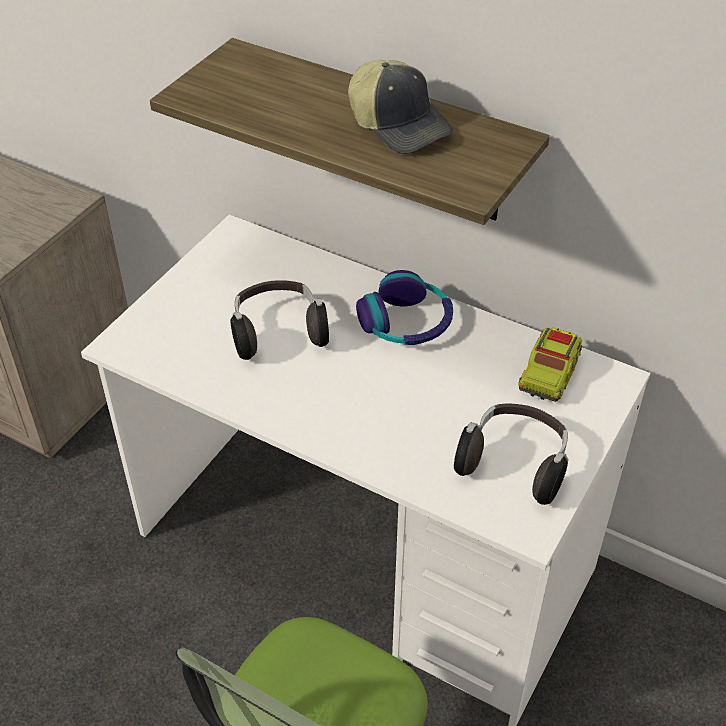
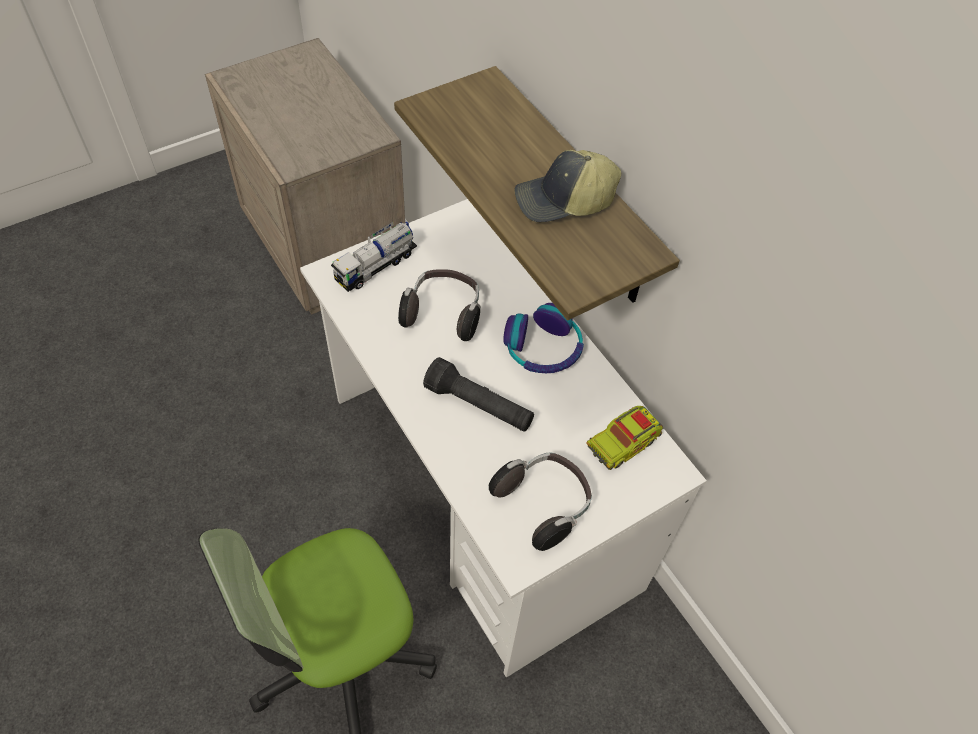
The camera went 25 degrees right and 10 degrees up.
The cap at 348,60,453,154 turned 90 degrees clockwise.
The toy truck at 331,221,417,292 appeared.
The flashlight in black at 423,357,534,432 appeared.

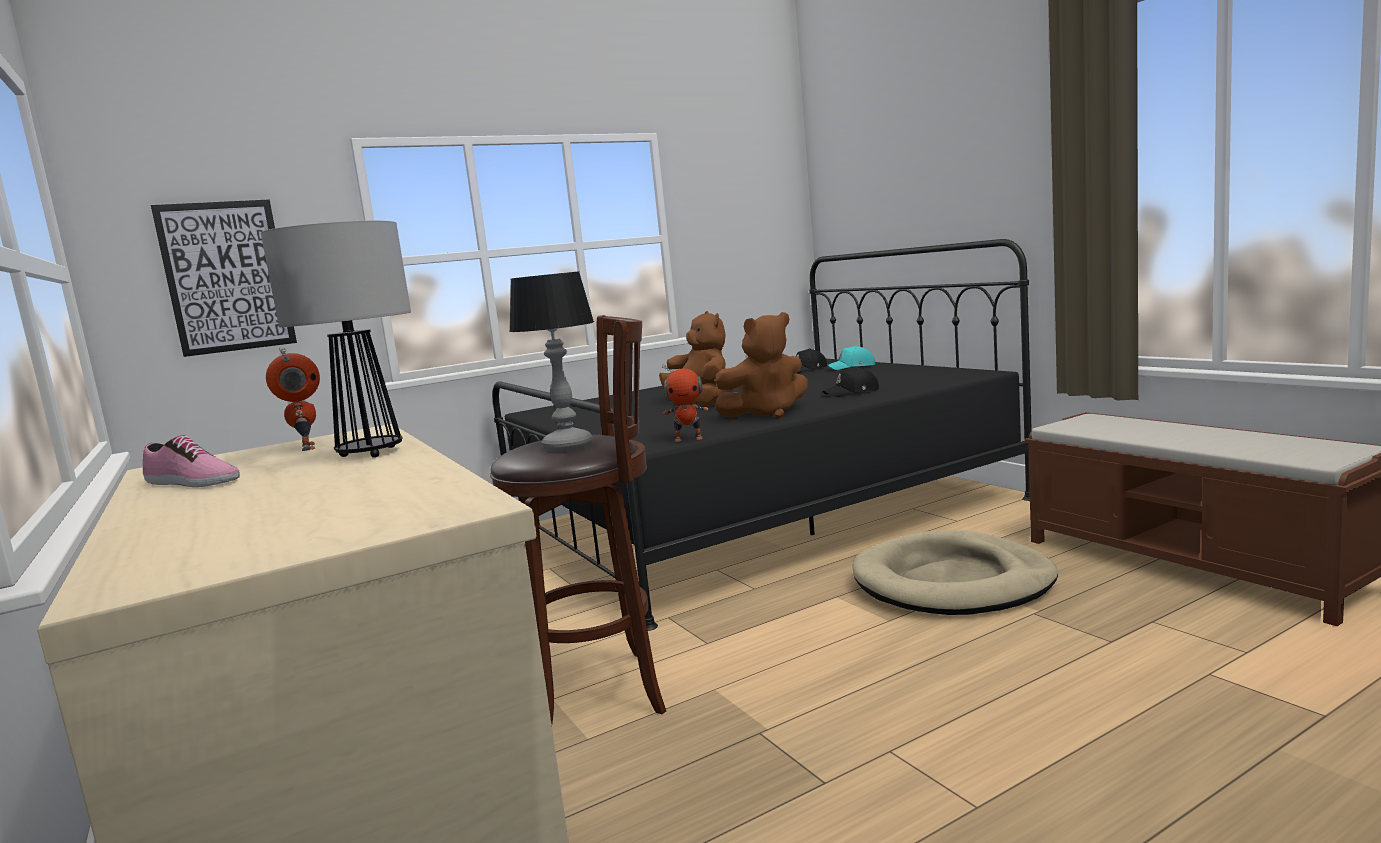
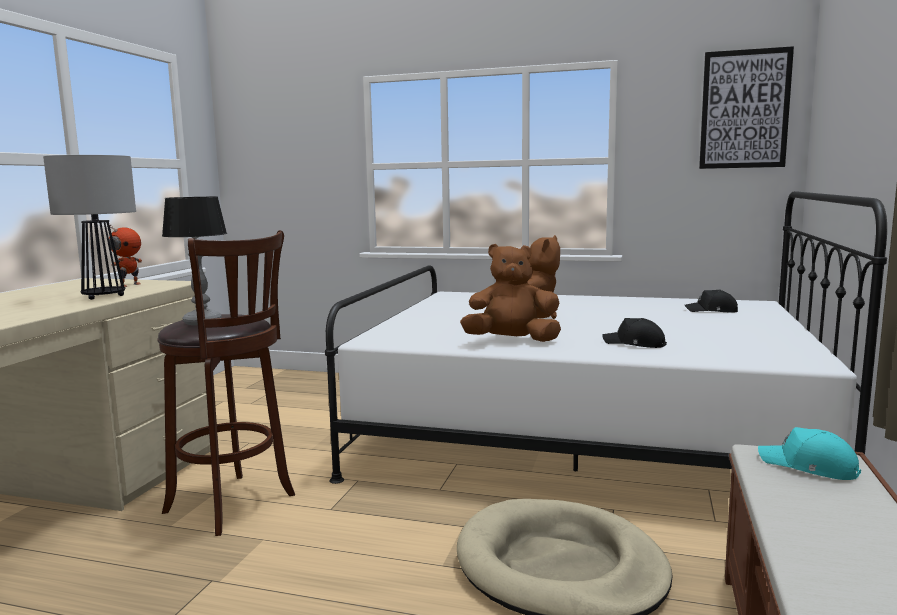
The camera went 45 degrees right and 0 degrees up.
The shoe at 143,435,240,488 disappeared.
The picture moved from 151,199,297,357 to 699,46,794,169.
The bed in black at 493,239,1032,631 became the bed in white at 325,191,887,484.
The toy robot at 662,365,709,442 disappeared.
The plush toy in brown at 715,312,808,418 turned 150 degrees clockwise.
The cap in turquoise moved from 828,346,875,370 to 758,427,861,480.

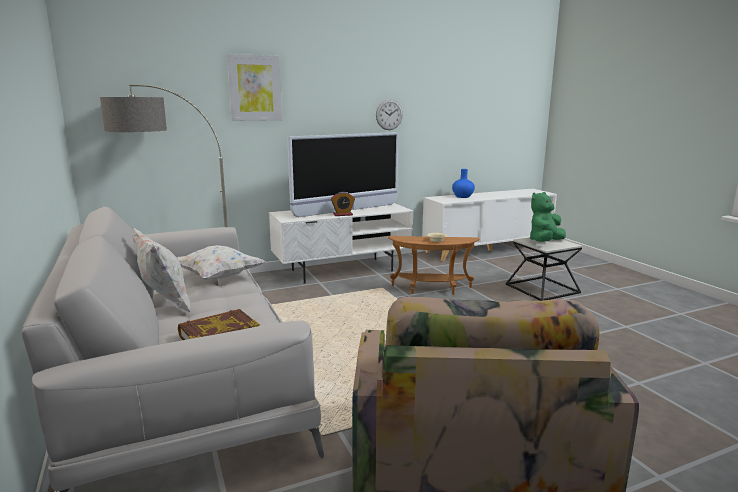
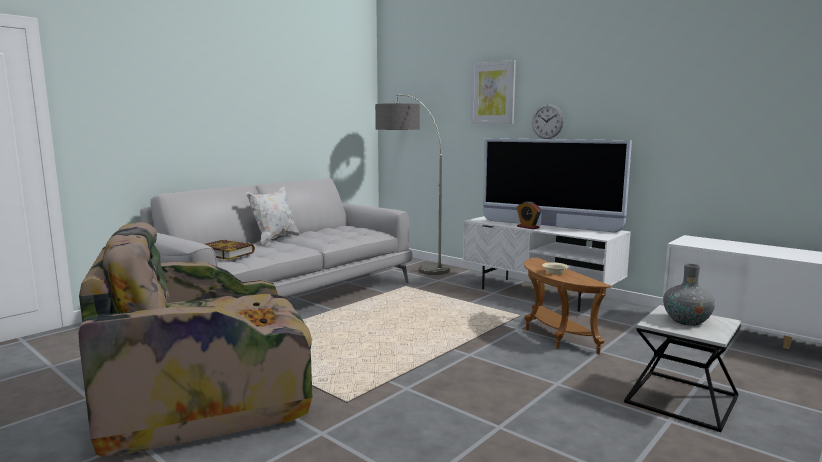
The camera went 65 degrees right and 5 degrees down.
The pillow in white at 177,245,266,280 disappeared.
The wall clock moved from 376,100,403,130 to 532,104,564,139.
The vase in blue at 452,169,475,198 disappeared.
The plush toy in green at 530,192,566,242 was replaced by the vase in grey at 663,264,715,326.

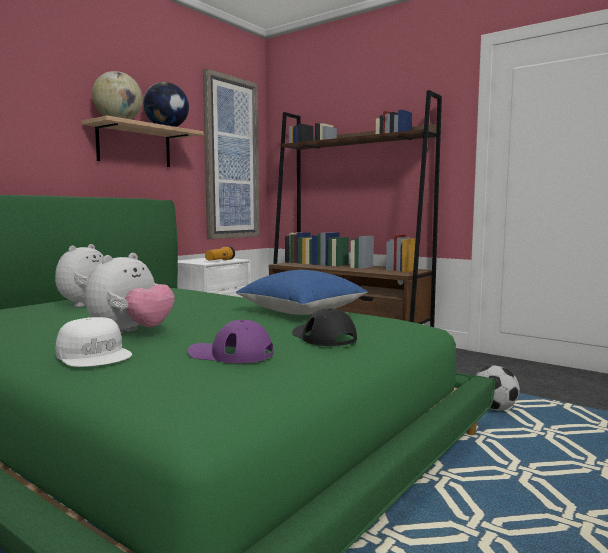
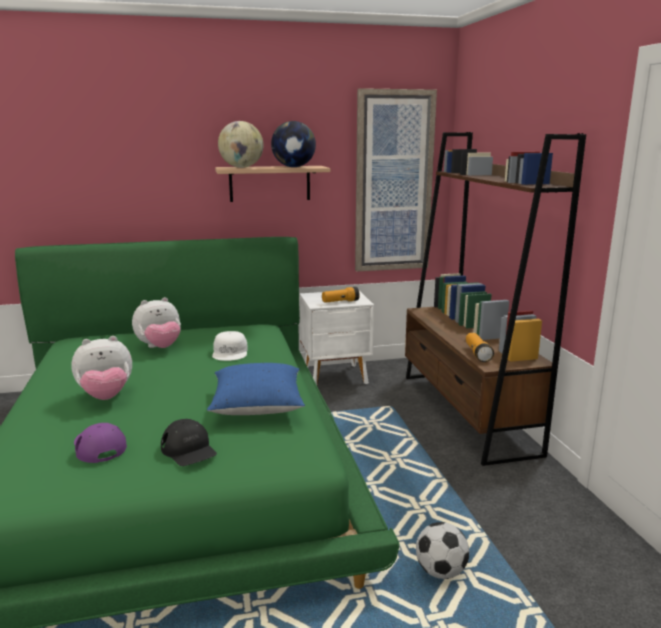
The camera went 40 degrees right and 10 degrees up.
The cap in white moved from 56,317,132,367 to 212,331,247,361.
The cap in black at 292,308,357,346 turned 135 degrees clockwise.
The flashlight at 466,333,494,362 appeared.

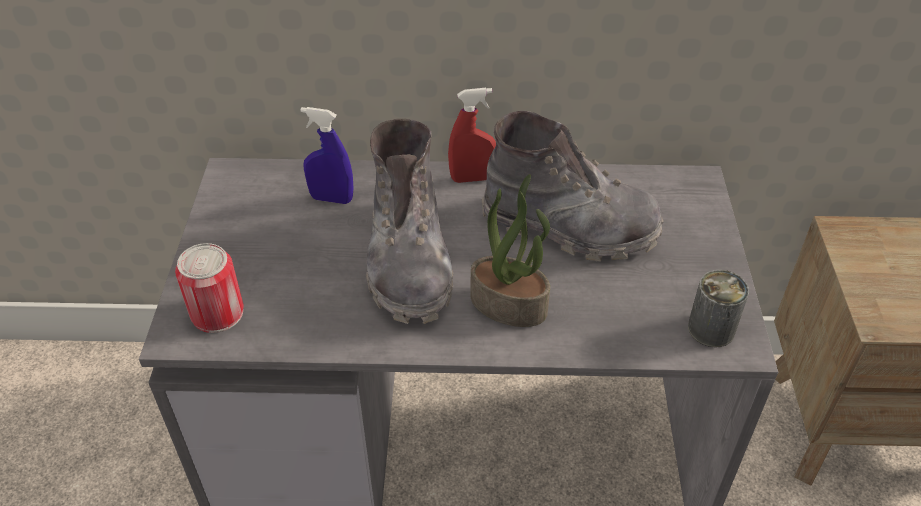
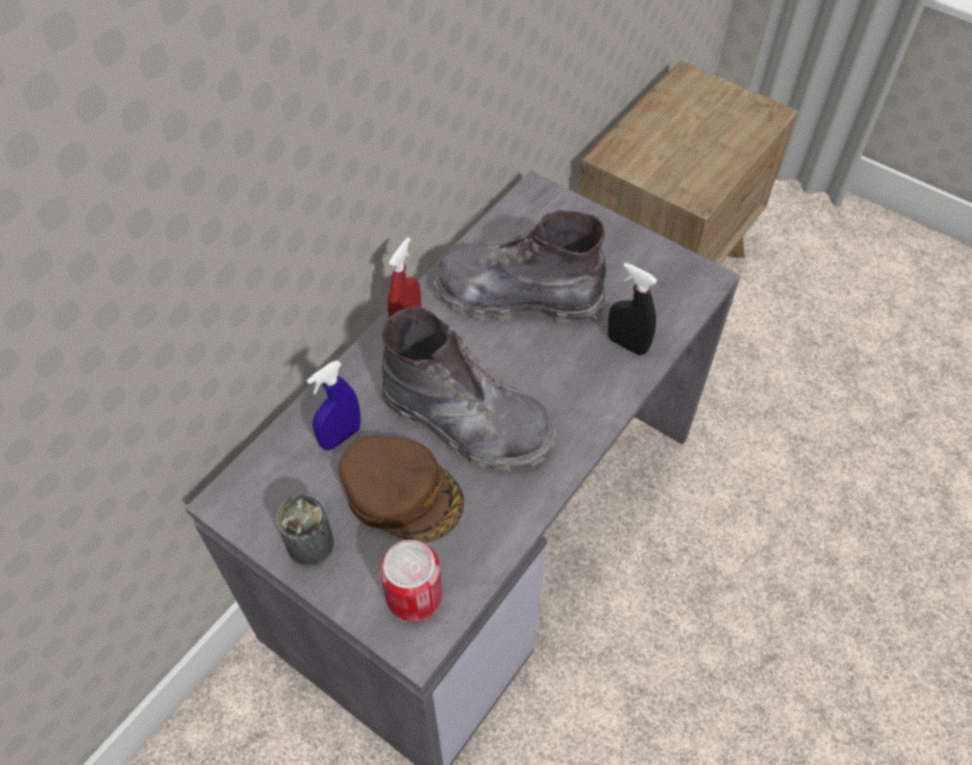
The camera went 55 degrees left and 10 degrees up.
The potted plant at 470,174,550,327 disappeared.
The boot in grey at 482,111,663,262 turned 135 degrees counterclockwise.
The can moved from 688,270,749,347 to 276,495,334,566.
The cap in brown at 338,436,464,543 appeared.
The spray bottle in black at 608,263,657,355 appeared.

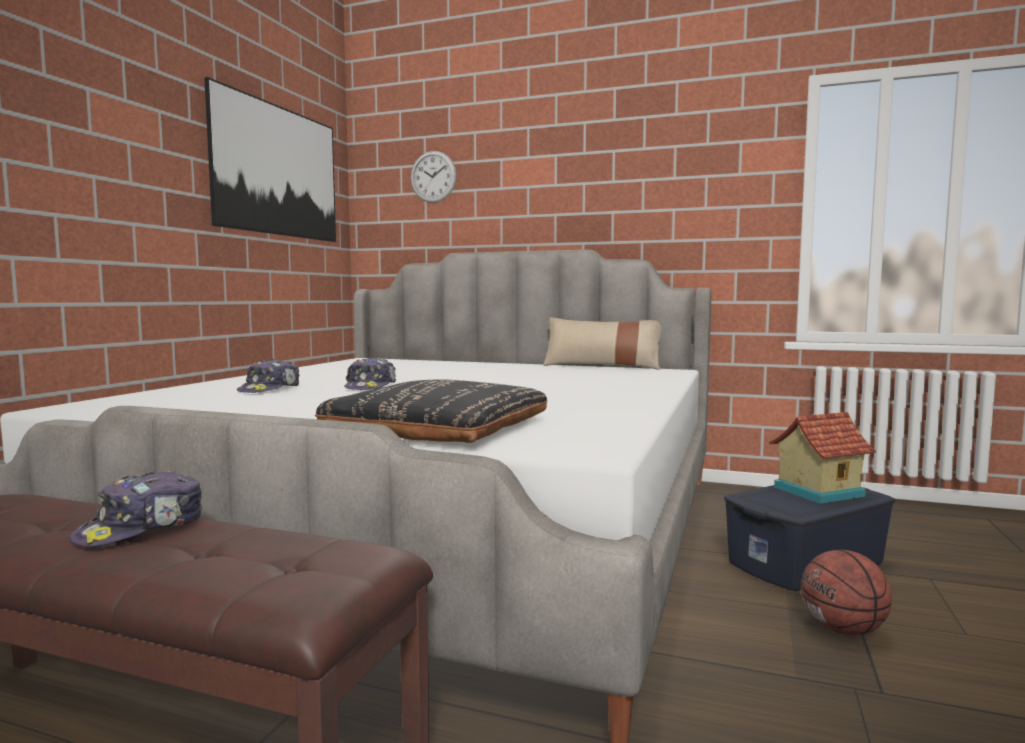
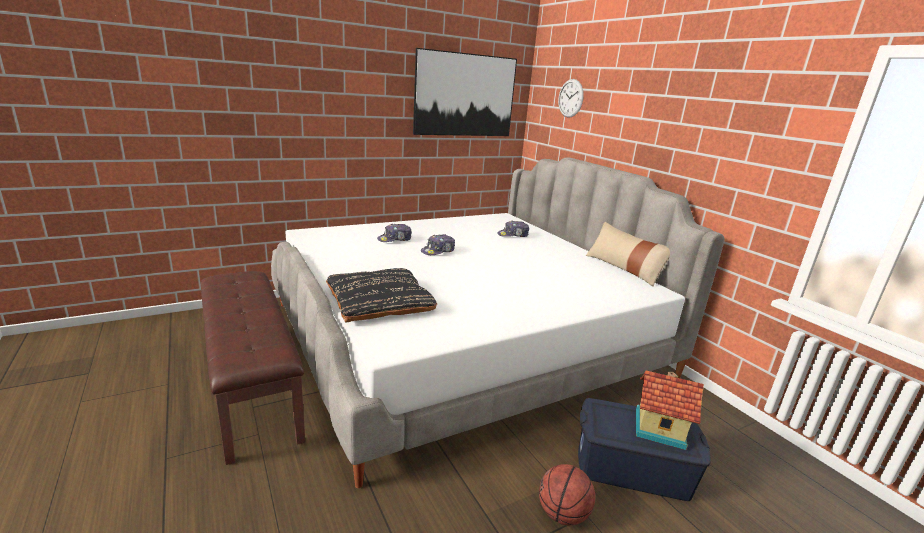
The camera went 40 degrees right and 15 degrees up.
The cap moved from 69,471,203,547 to 497,220,529,237.

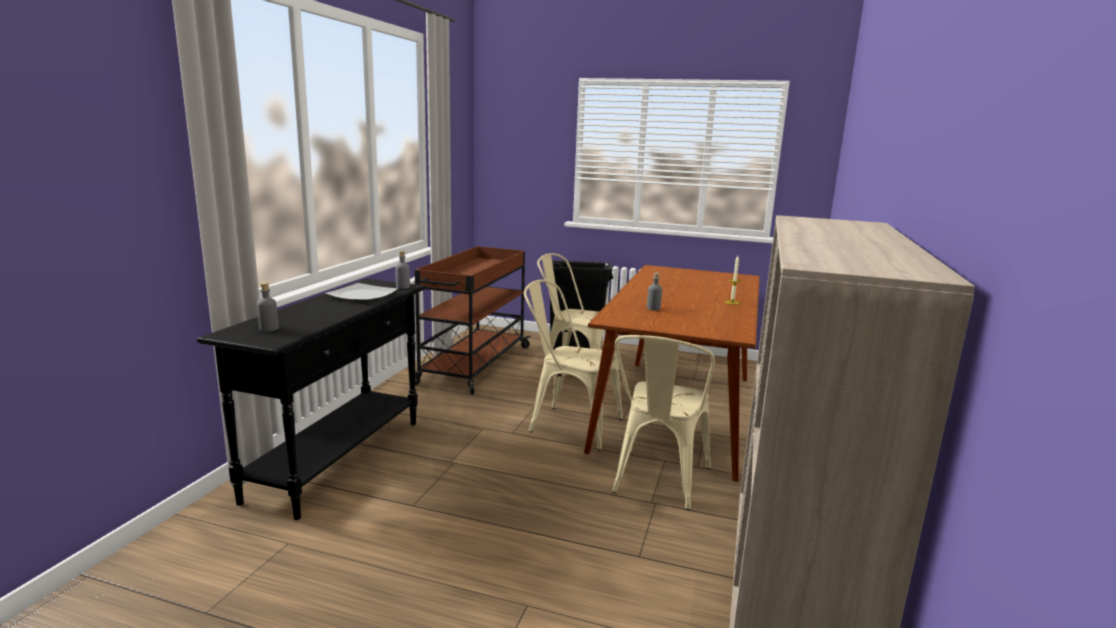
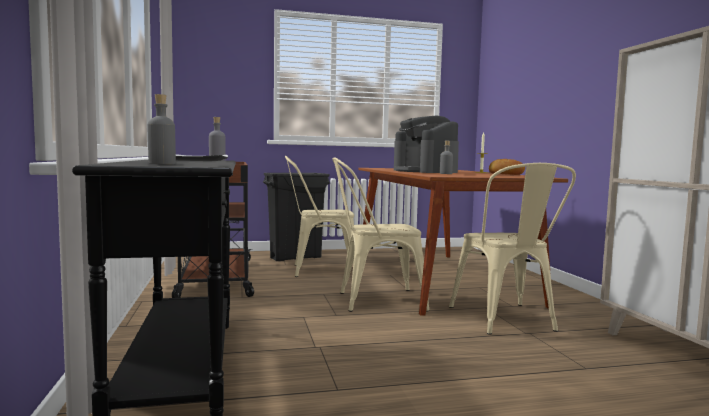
The camera went 30 degrees left and 10 degrees down.
The coffee machine at 394,115,459,173 appeared.
The bread at 489,159,525,175 appeared.

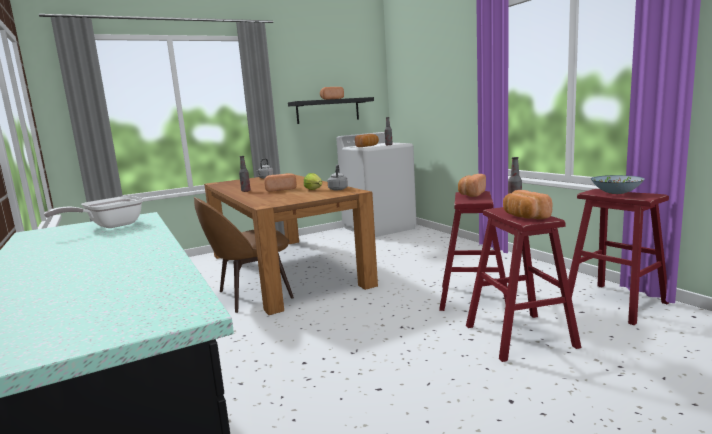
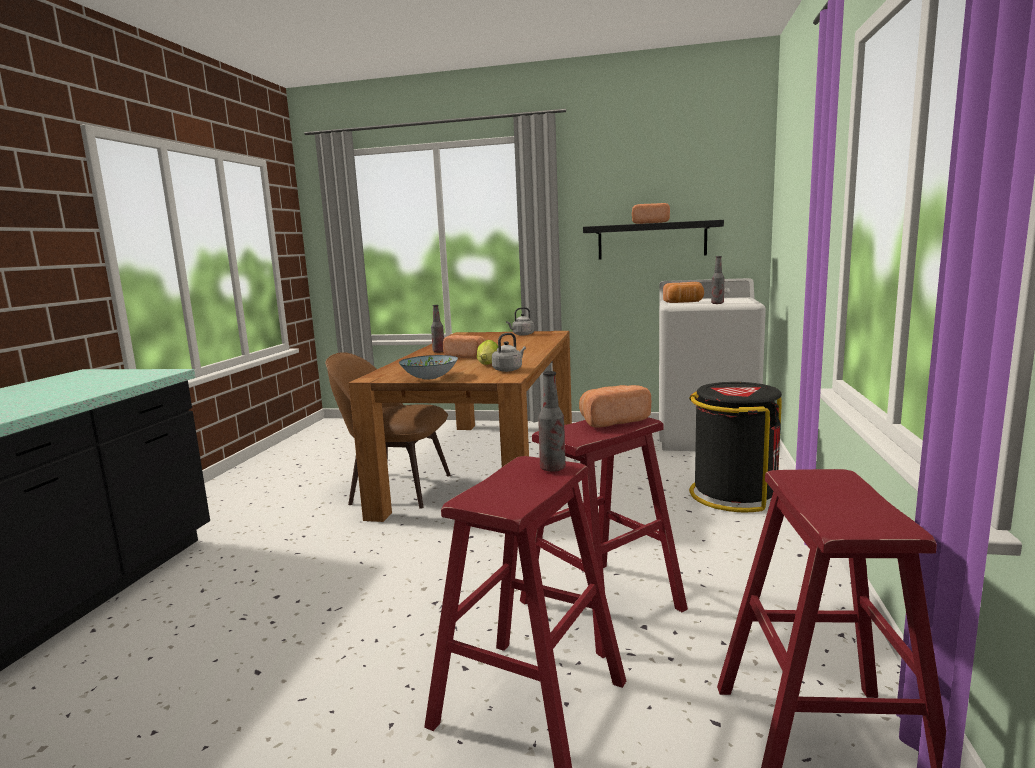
The camera went 40 degrees right and 0 degrees up.
The frying pan at 44,196,144,228 disappeared.
The bread at 503,190,552,220 disappeared.
The bowl moved from 591,175,645,194 to 399,355,458,380.
The trash can in black at 689,382,782,513 appeared.

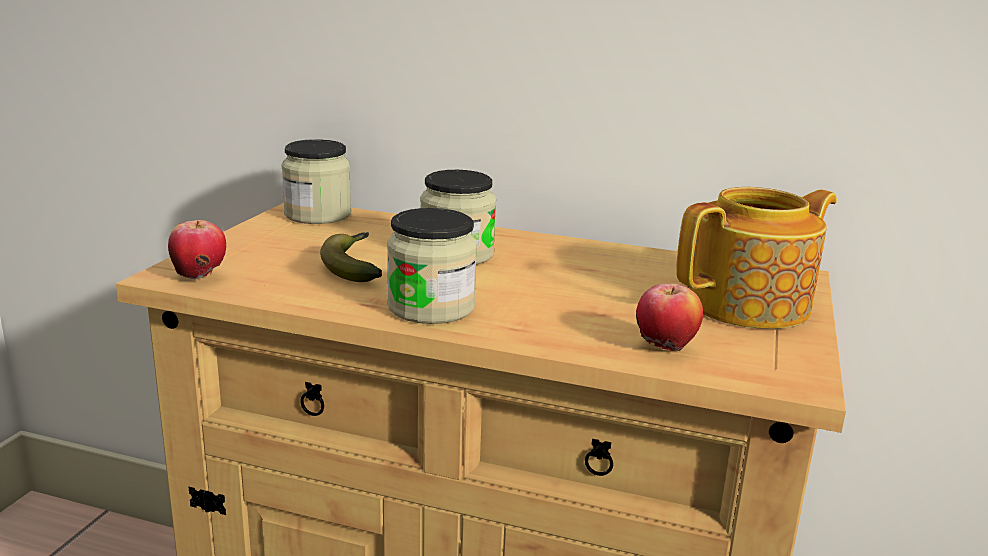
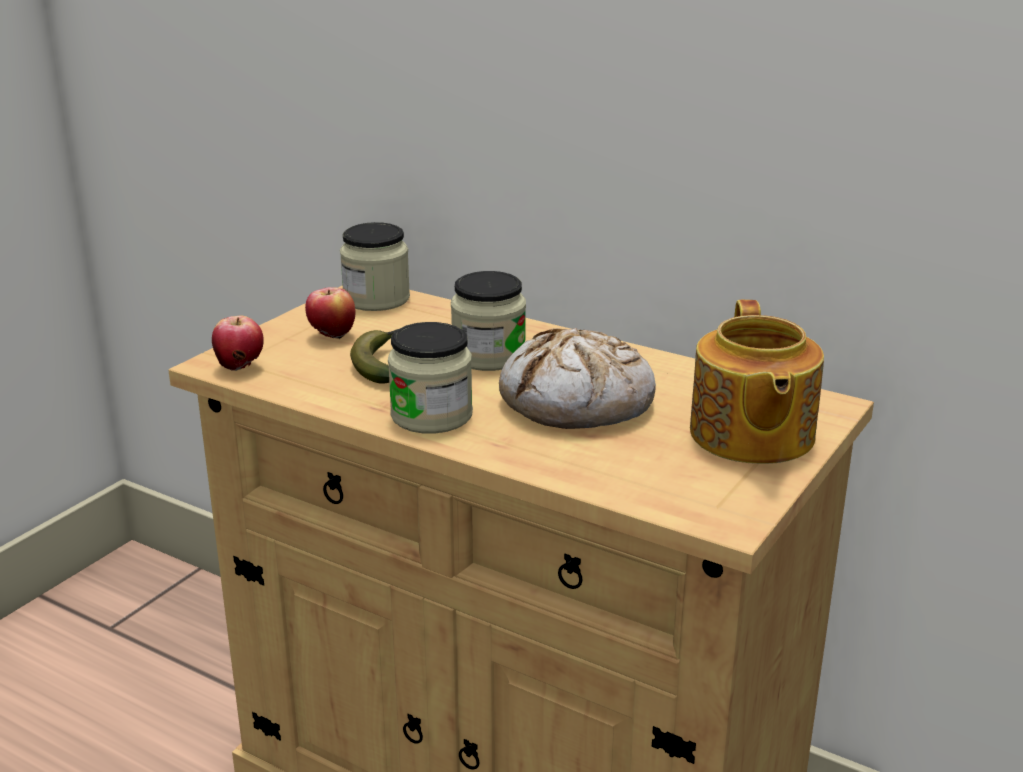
The camera went 15 degrees right and 5 degrees up.
The apple moved from 636,284,703,351 to 305,287,355,339.
The teapot at 676,187,837,329 turned 105 degrees clockwise.
The bread at 499,328,656,429 appeared.

